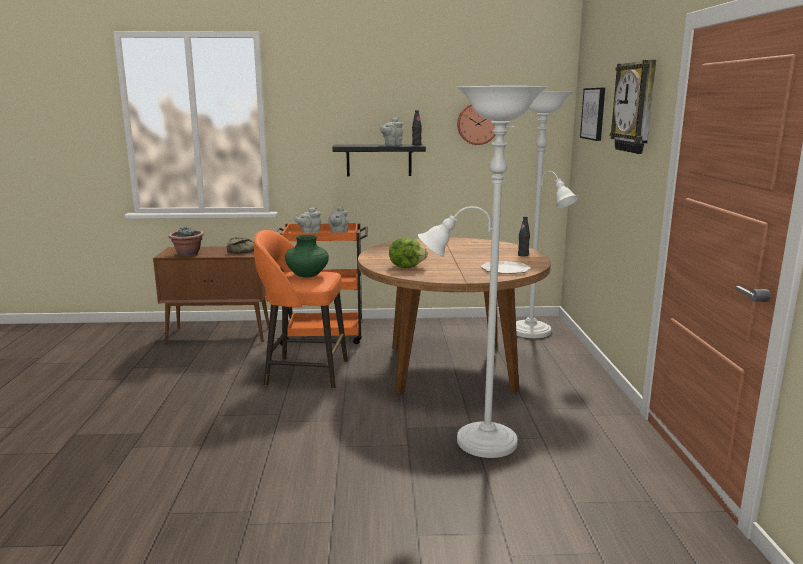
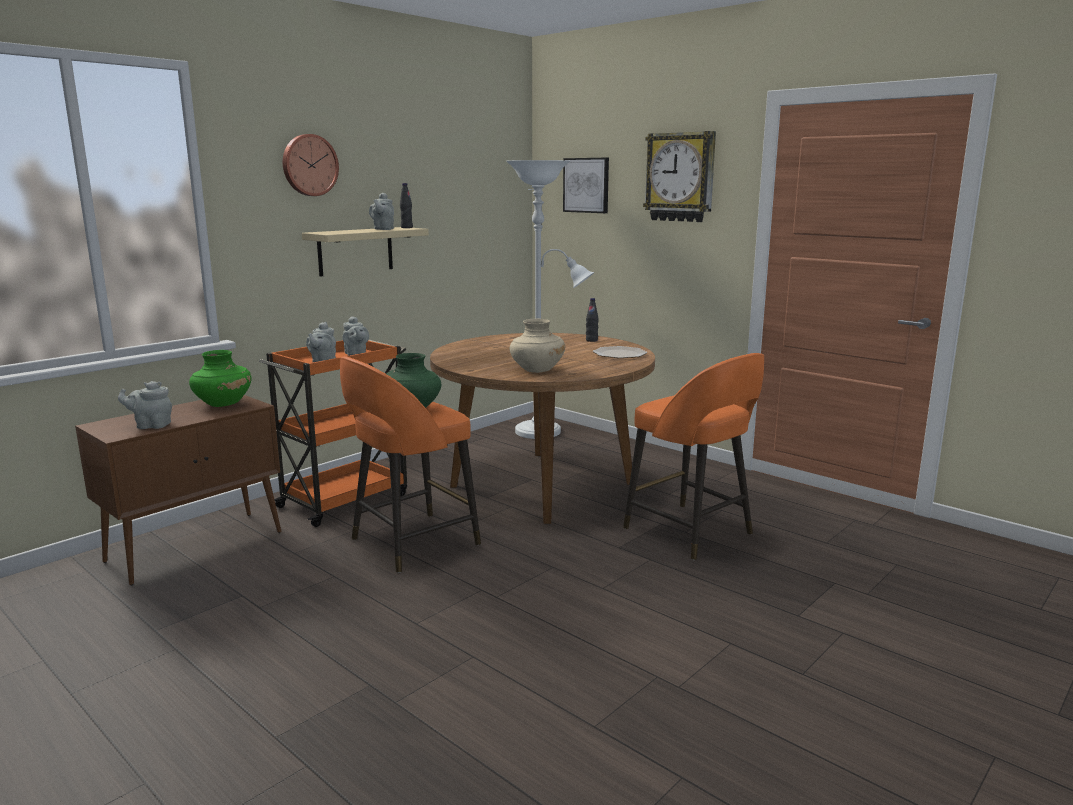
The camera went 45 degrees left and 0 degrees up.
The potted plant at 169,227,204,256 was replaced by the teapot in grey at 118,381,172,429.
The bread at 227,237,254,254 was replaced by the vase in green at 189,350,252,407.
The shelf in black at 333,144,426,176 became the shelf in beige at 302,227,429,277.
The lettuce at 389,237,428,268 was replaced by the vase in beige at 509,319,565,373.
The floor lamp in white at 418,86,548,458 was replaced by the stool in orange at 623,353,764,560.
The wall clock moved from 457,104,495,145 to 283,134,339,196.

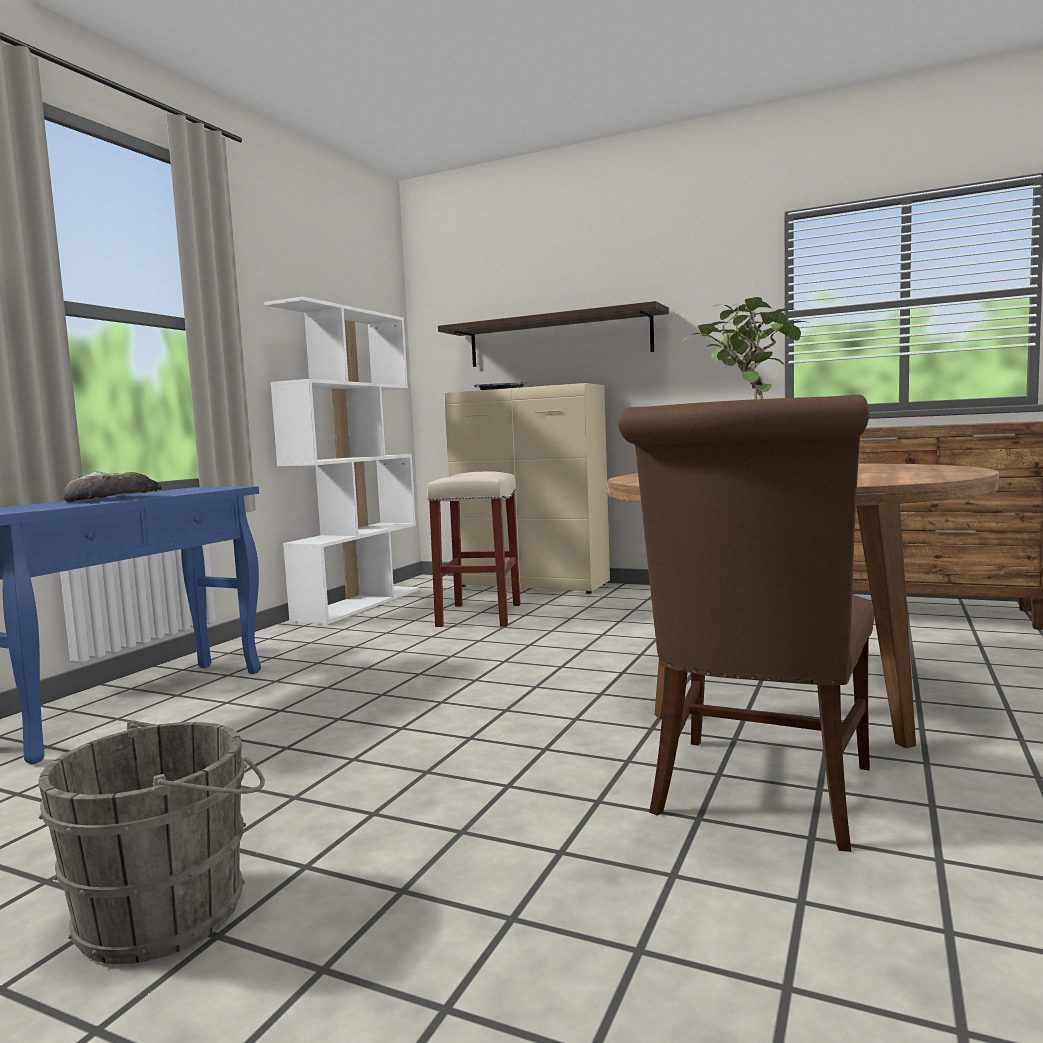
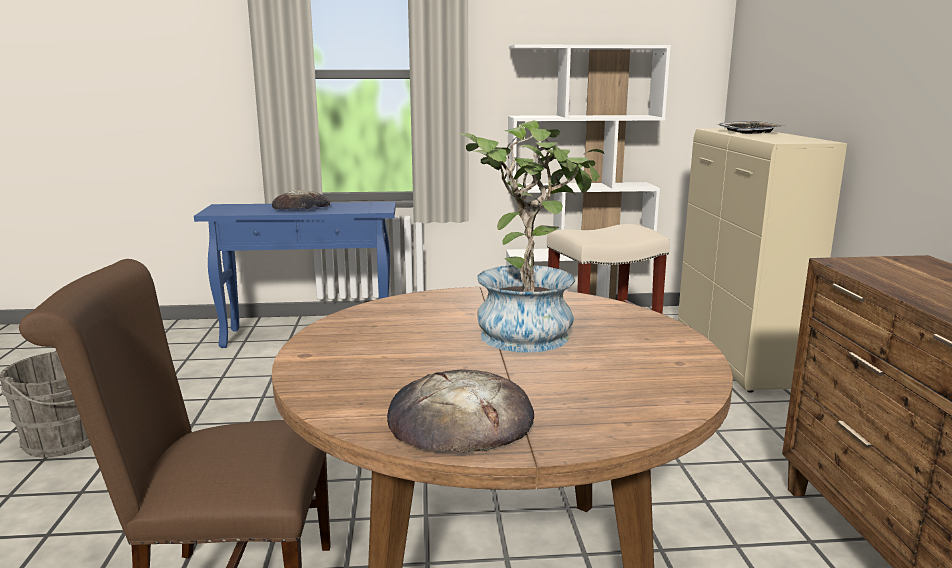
The camera went 60 degrees right and 10 degrees up.
The shelf at 438,301,669,367 disappeared.
The bread at 387,370,534,453 appeared.

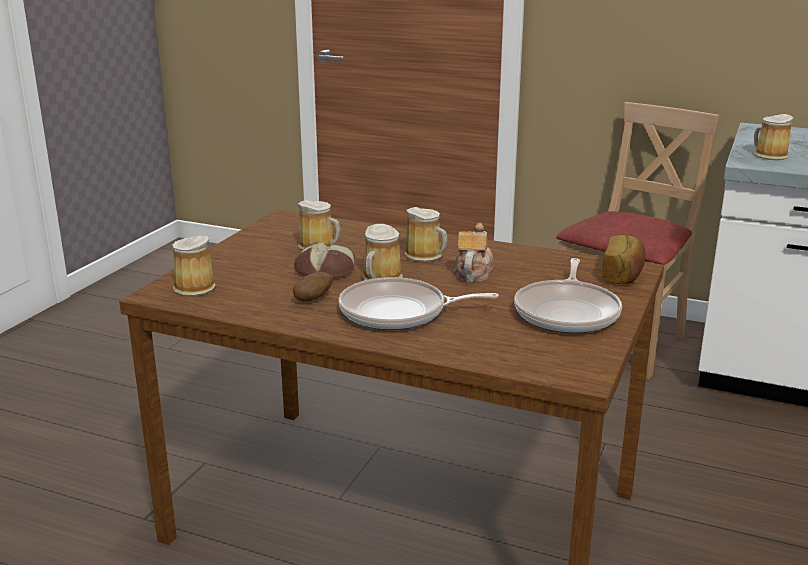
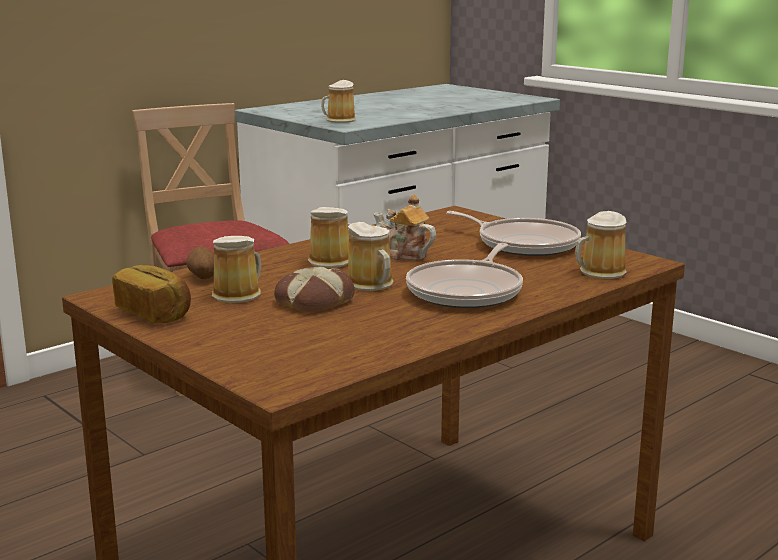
The camera went 65 degrees left and 5 degrees down.
The mug moved from 172,236,216,296 to 575,211,627,279.
The potato moved from 293,272,333,302 to 186,247,214,279.
The bread moved from 602,235,645,285 to 112,265,191,323.

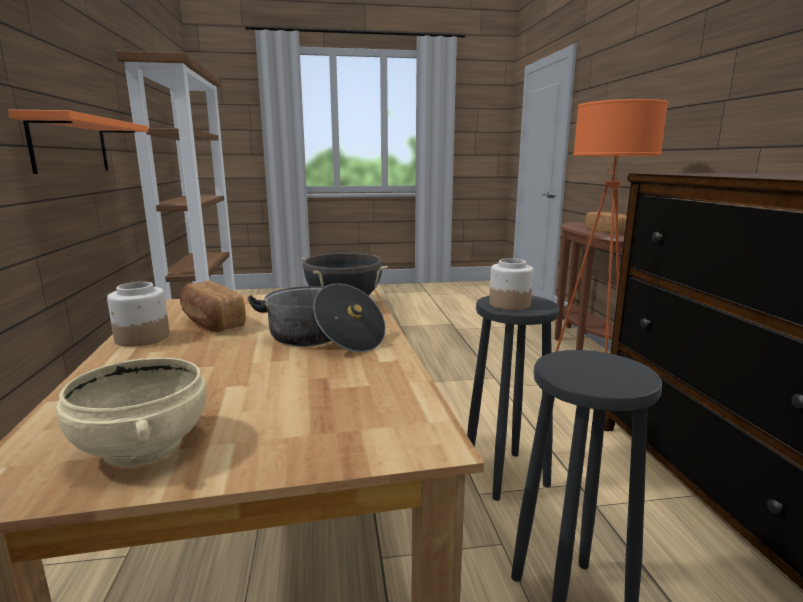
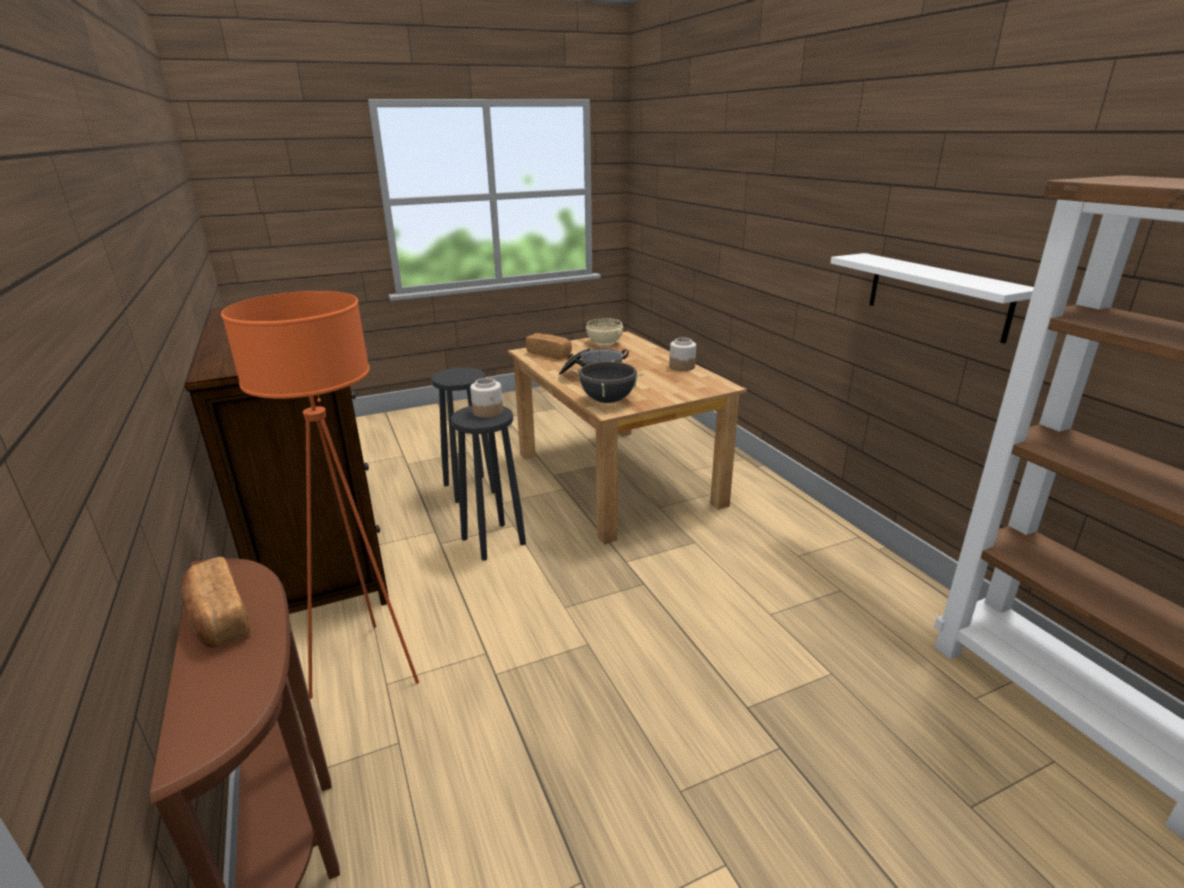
The camera went 165 degrees right and 10 degrees up.
The shelf in orange at 8,109,149,174 became the shelf in white at 831,253,1034,344.
The bread moved from 180,281,246,332 to 526,333,572,359.

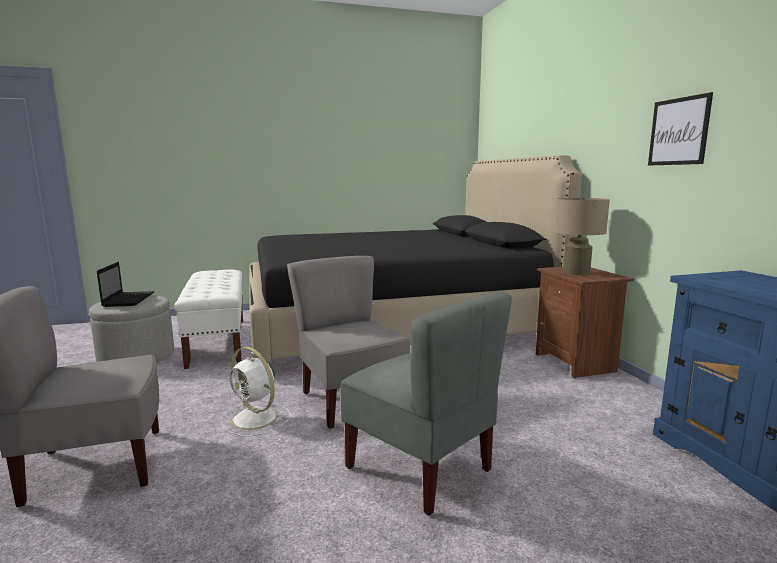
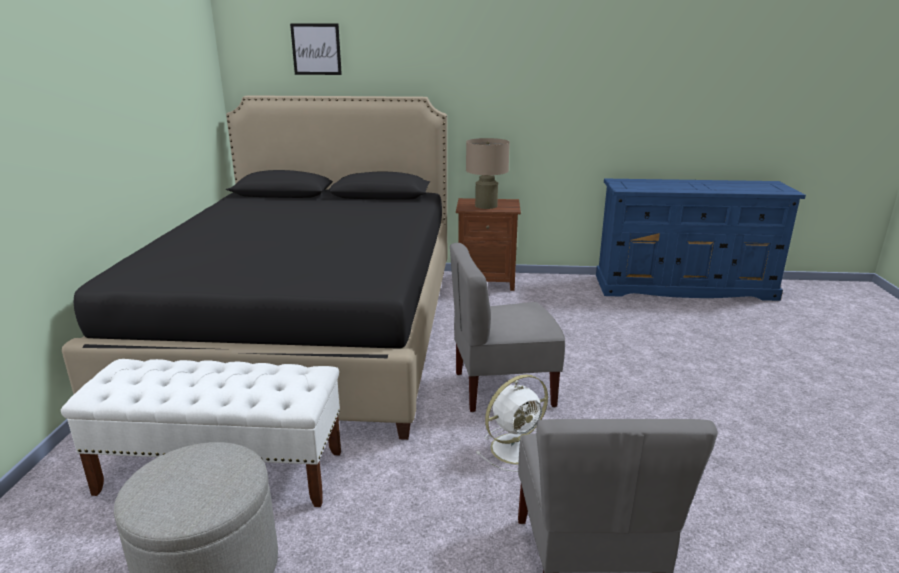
The camera went 70 degrees left and 10 degrees up.
The laptop at 97,262,155,307 disappeared.
The chair in grey at 341,293,512,515 disappeared.
The picture moved from 648,92,713,166 to 290,24,342,75.

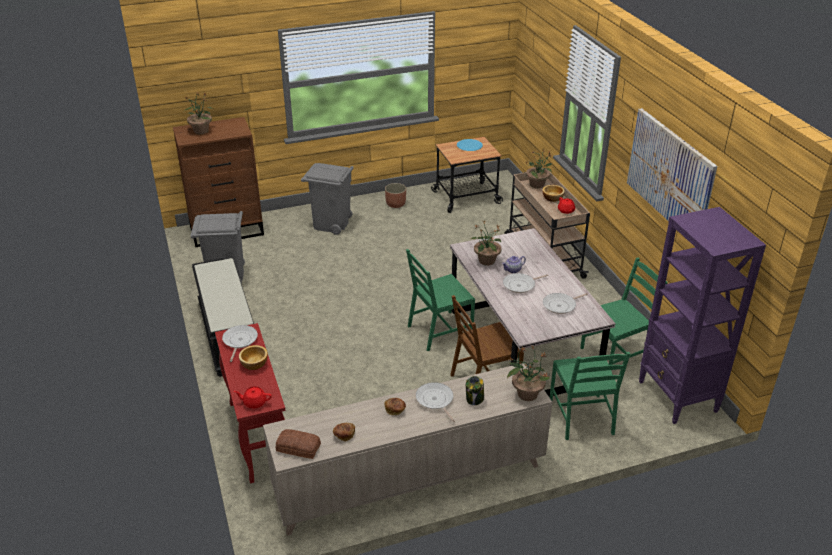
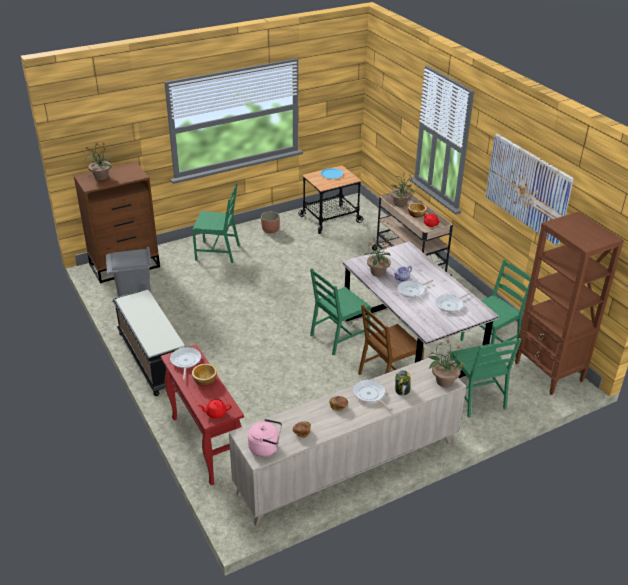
The camera went 10 degrees left and 0 degrees up.
The bread at 276,429,321,459 was replaced by the kettle in pink at 248,419,282,457.
The trash can in grey at 301,163,354,235 was replaced by the chair in green at 192,183,240,263.
The bookcase in purple at 639,207,766,424 became the bookcase in brown at 515,212,624,395.

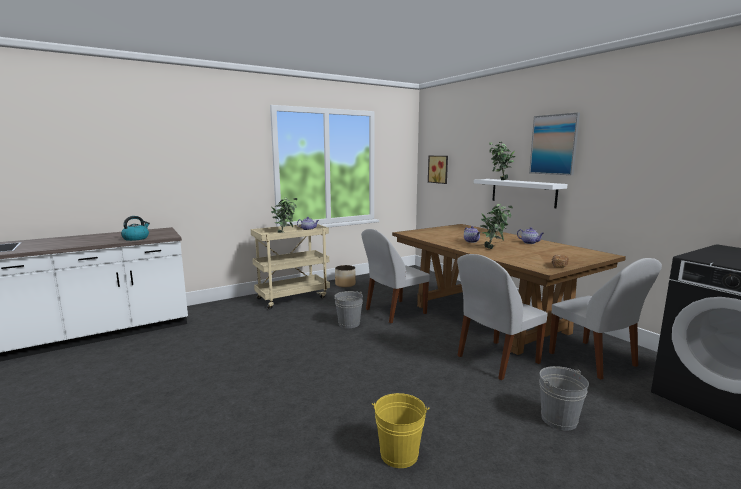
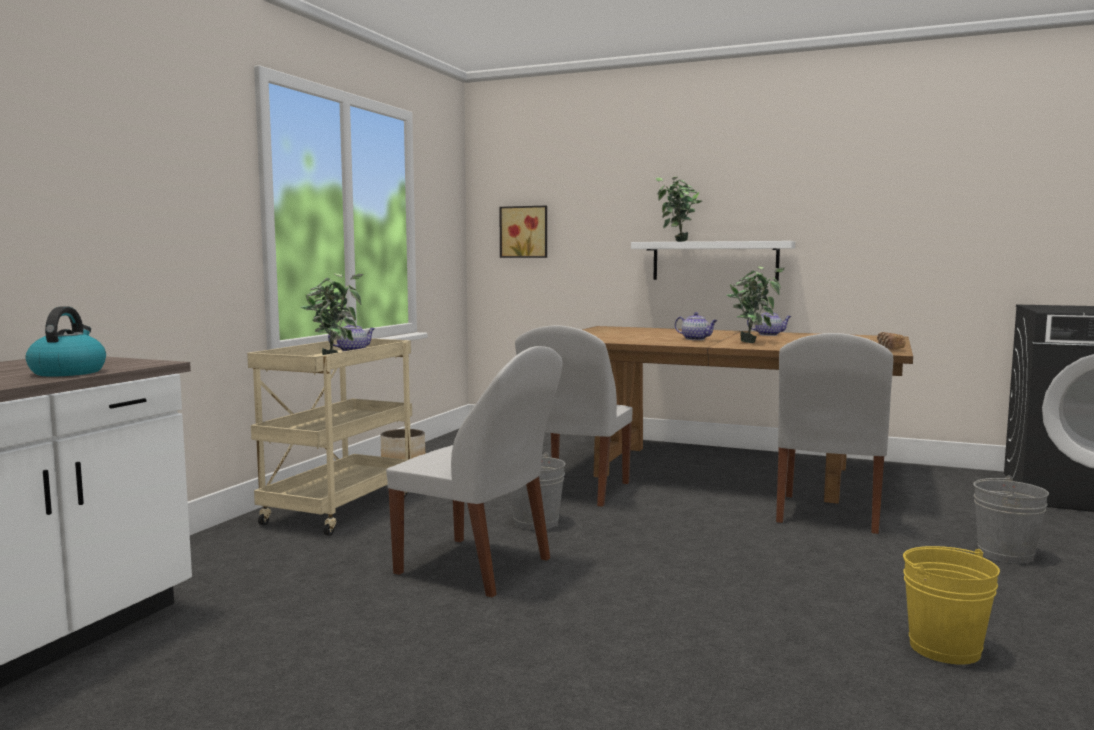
The camera went 35 degrees left and 5 degrees down.
The picture at 529,113,580,175 disappeared.
The chair in white moved from 549,258,662,380 to 386,346,563,597.

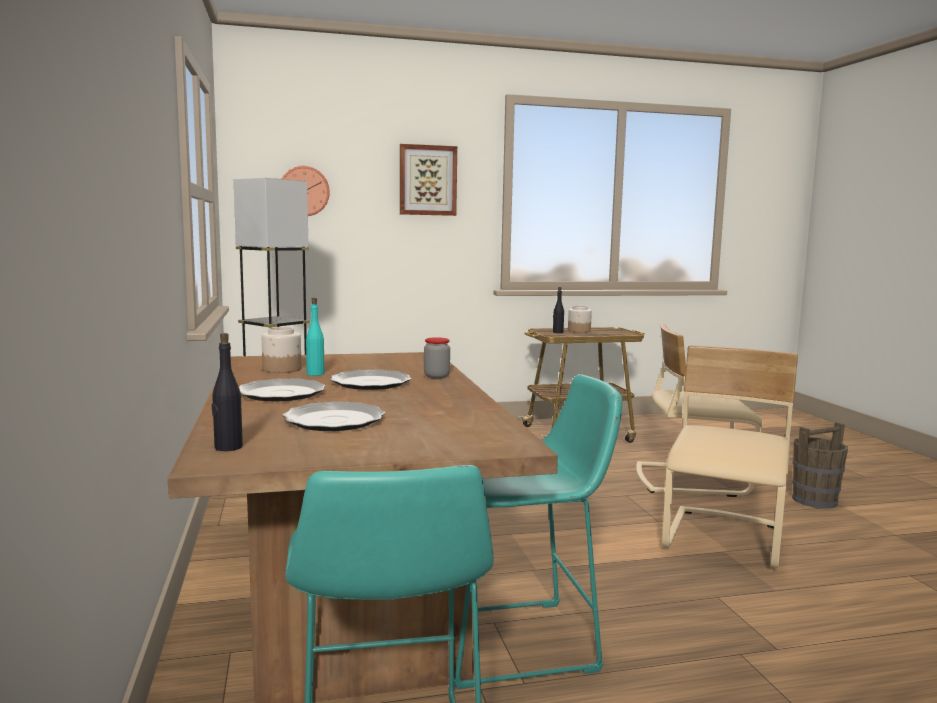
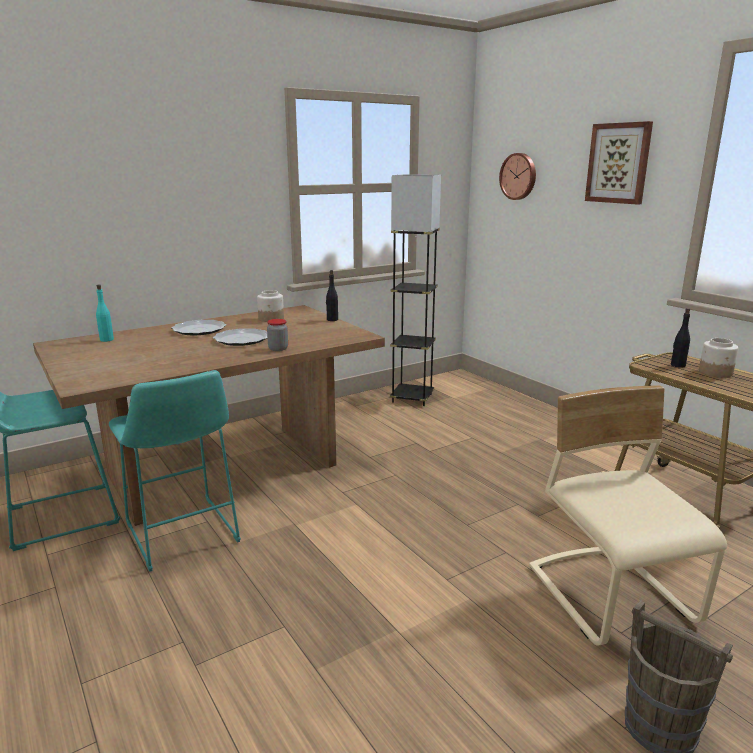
The camera went 70 degrees right and 10 degrees up.
The bottle in black moved from 212,333,243,451 to 326,270,338,321.
The plate at 283,401,385,431 disappeared.
The bottle in turquoise moved from 306,298,324,376 to 96,284,114,342.
The chair in beige at 662,345,798,568 disappeared.

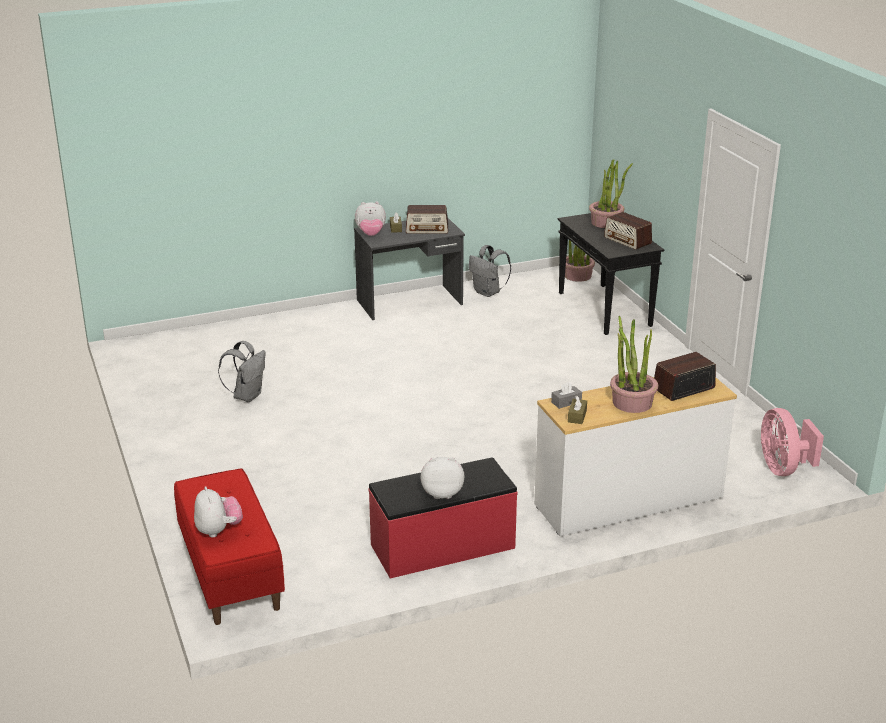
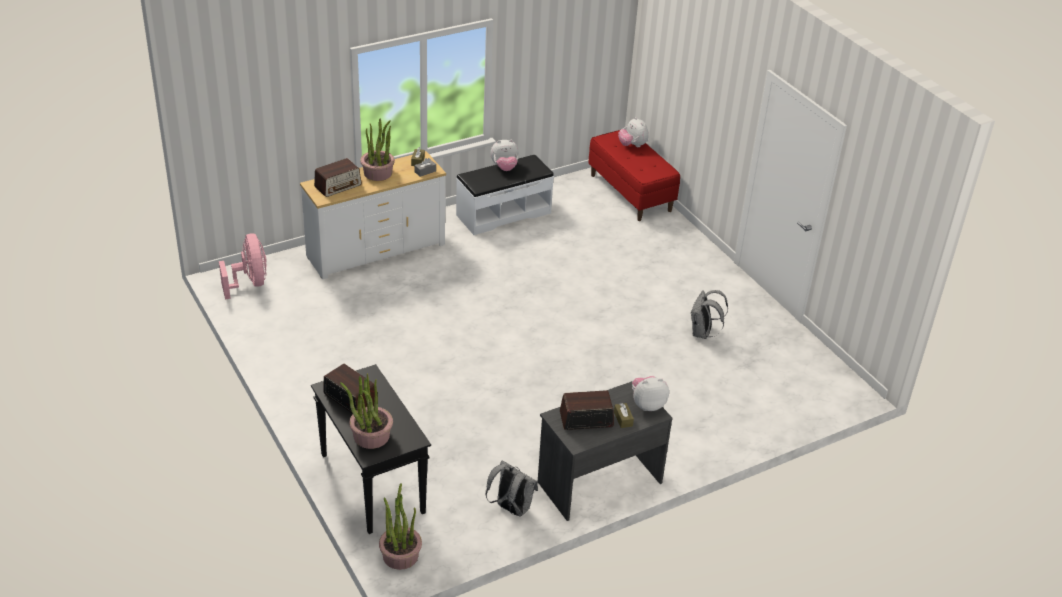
The camera went 170 degrees right and 10 degrees up.
The bench in red at 368,458,518,578 became the bench in white at 456,154,554,235.

